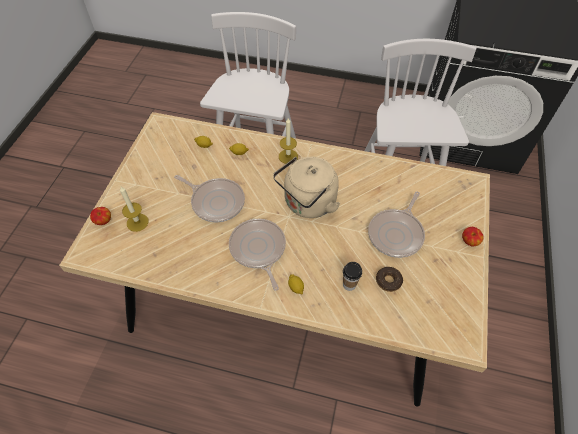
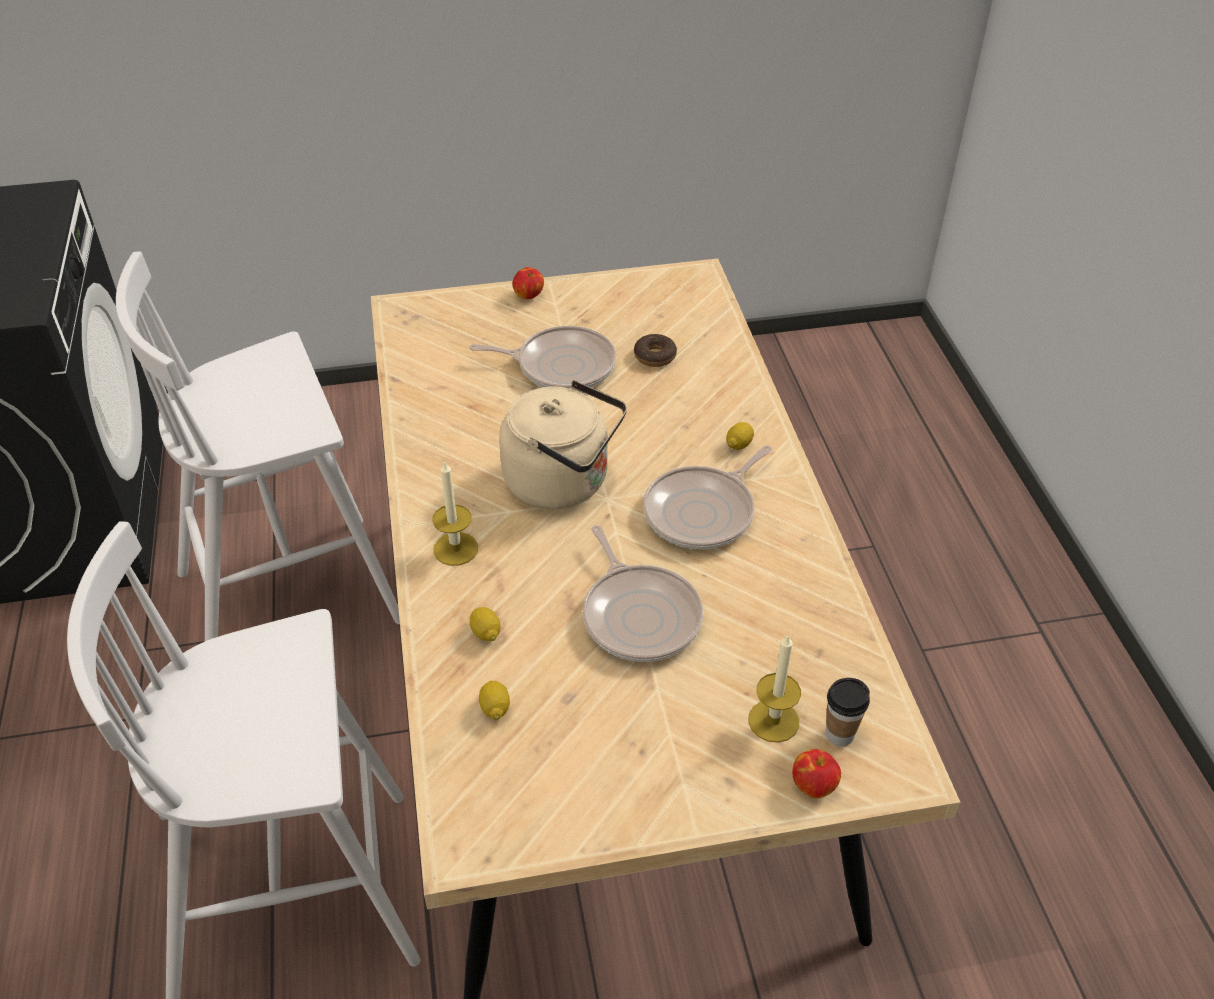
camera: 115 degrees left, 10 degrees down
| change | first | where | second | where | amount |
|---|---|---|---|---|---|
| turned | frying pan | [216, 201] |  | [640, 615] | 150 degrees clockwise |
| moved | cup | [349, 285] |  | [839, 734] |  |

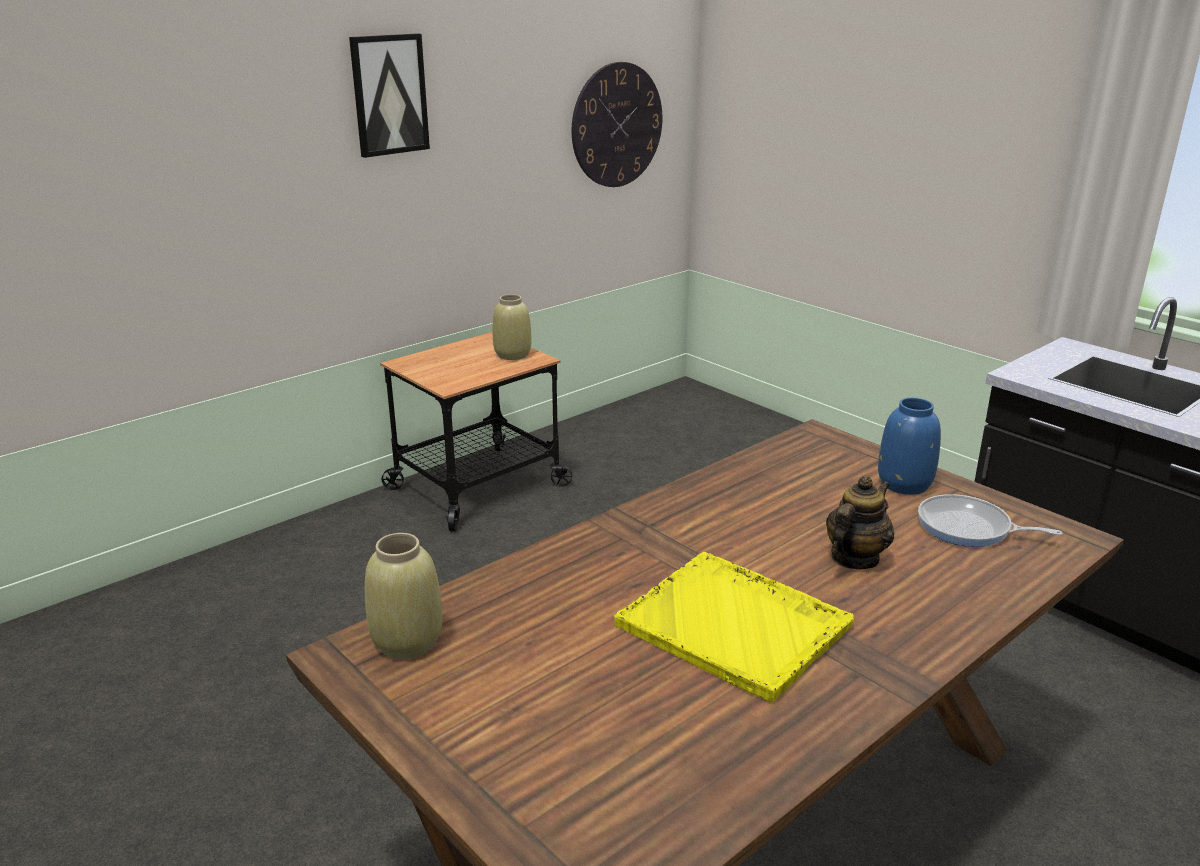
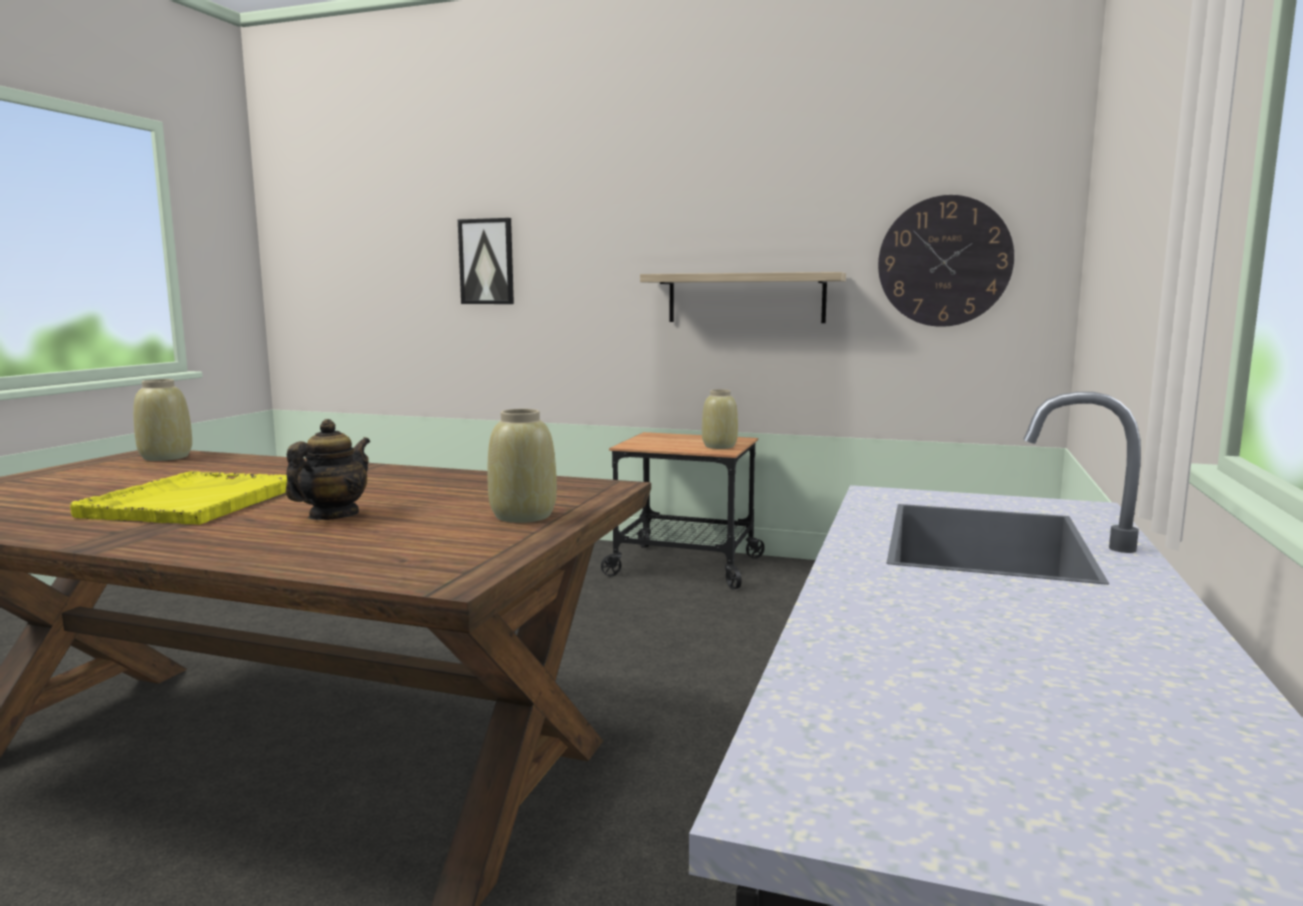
camera: 60 degrees right, 15 degrees down
| change | first | where | second | where | amount |
|---|---|---|---|---|---|
| moved | picture | [389, 95] |  | [487, 261] |  |
| recoloured | blue vase | [905, 484] | beige vase | [523, 516] |  |
| turned | teapot | [854, 558] |  | [333, 516] | 75 degrees counterclockwise |
| removed | frying pan | [969, 528] |  |  |  |
| added |  |  | shelf | [746, 298] |  |

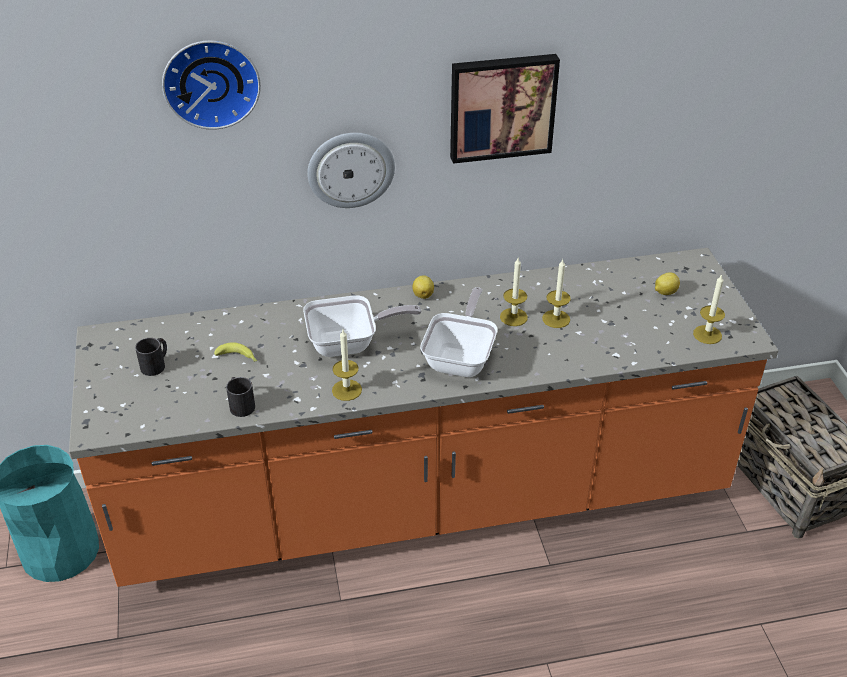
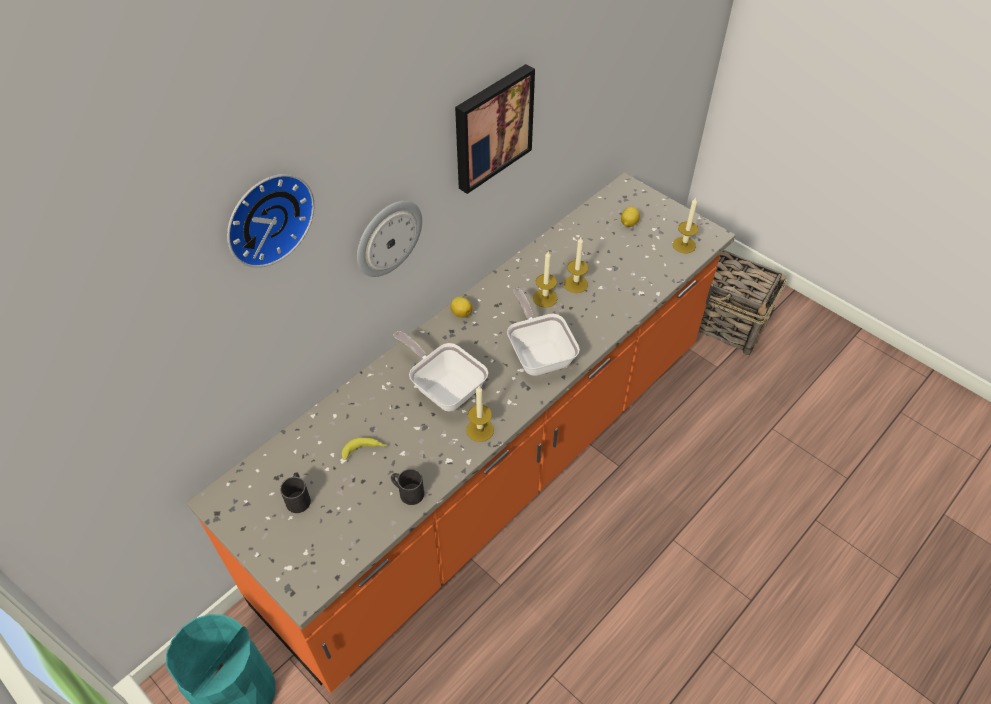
camera: 35 degrees left, 10 degrees up
| change | first | where | second | where | amount |
|---|---|---|---|---|---|
| turned | frying pan | [350, 344] |  | [444, 387] | 90 degrees counterclockwise |

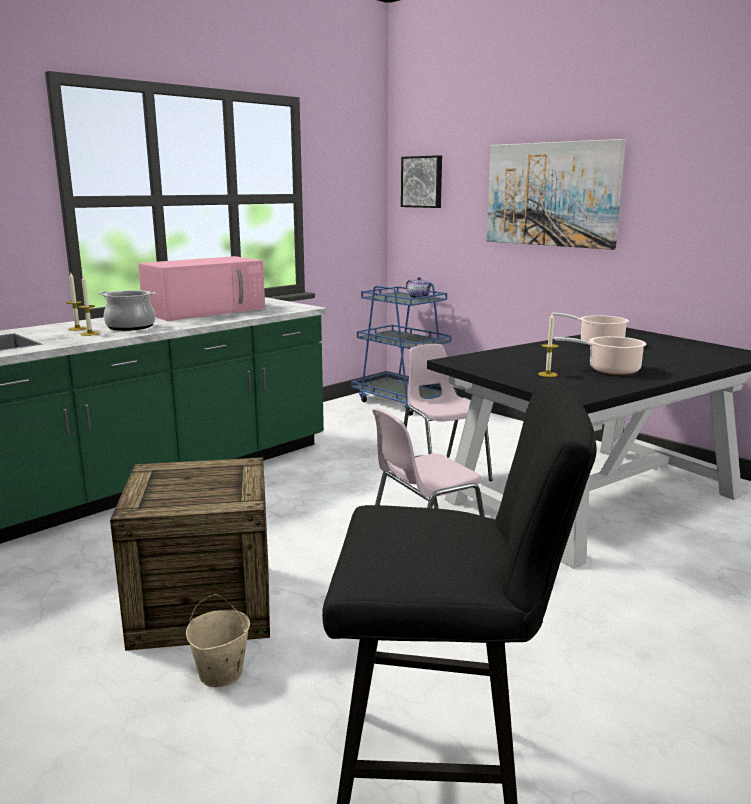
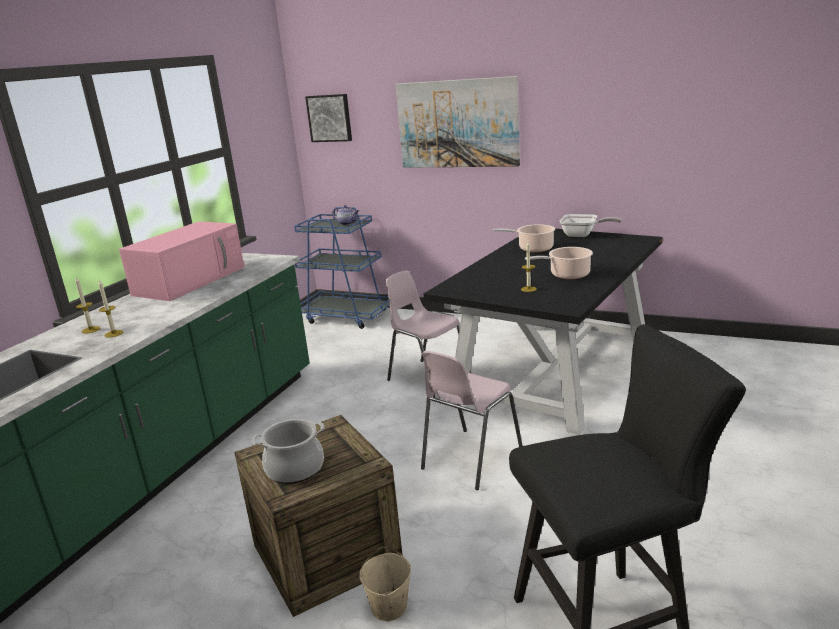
camera: 20 degrees left, 5 degrees up
| change | first | where | second | where | amount |
|---|---|---|---|---|---|
| moved | cooking pot | [131, 327] |  | [295, 468] |  |
| added |  |  | frying pan | [582, 235] |  |

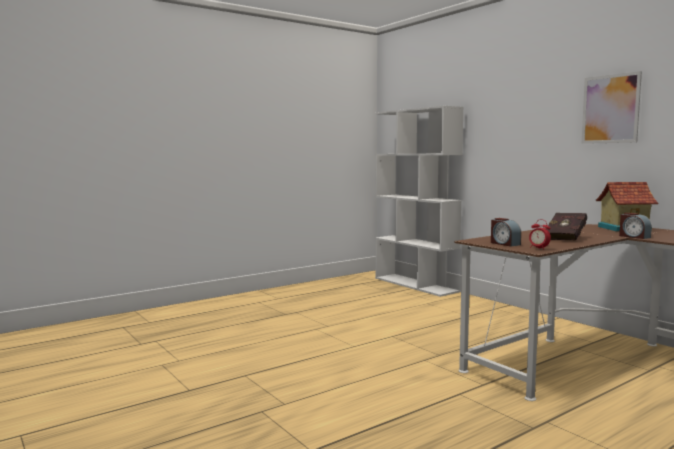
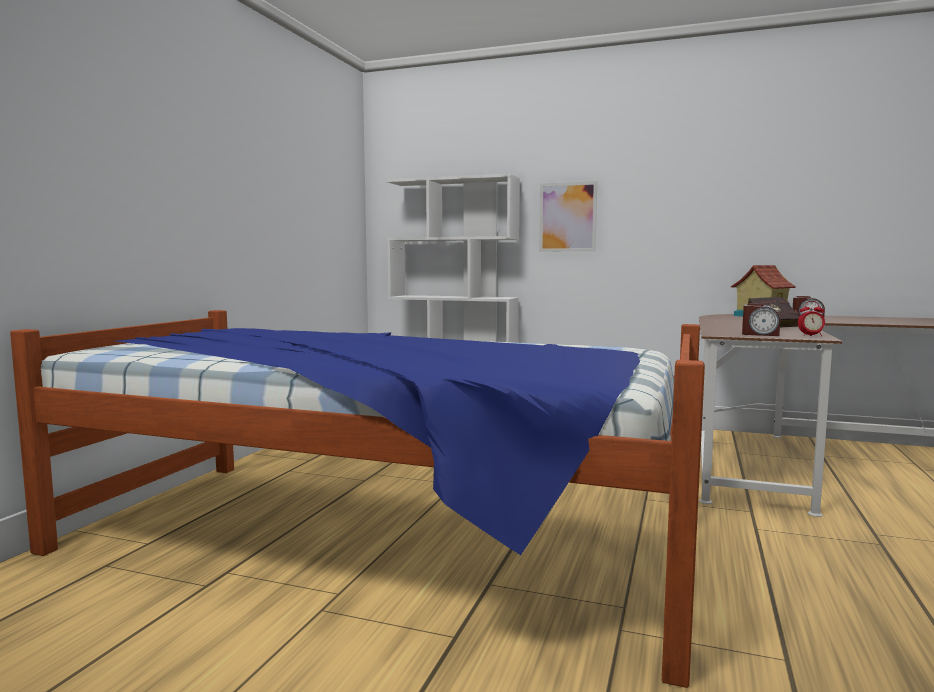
camera: 35 degrees left, 0 degrees up
| change | first | where | second | where | amount |
|---|---|---|---|---|---|
| moved | picture | [610, 109] |  | [567, 217] |  |
| added |  |  | bed | [374, 542] |  |

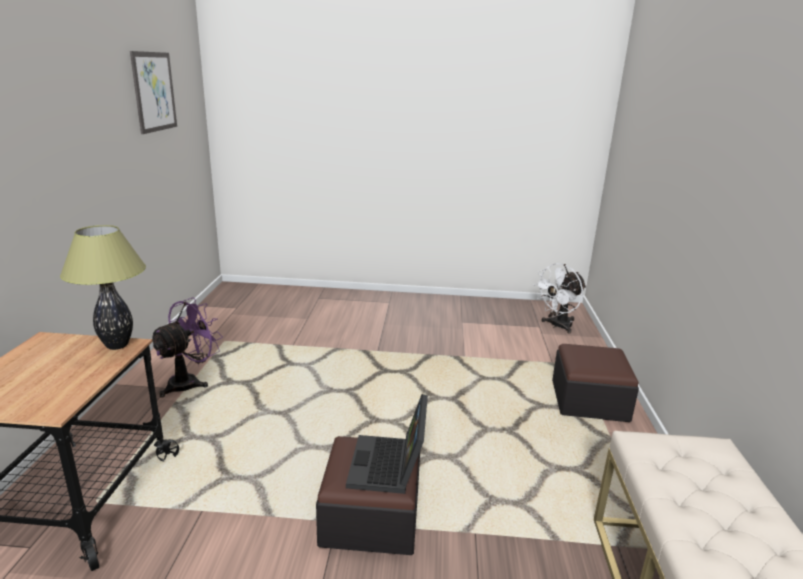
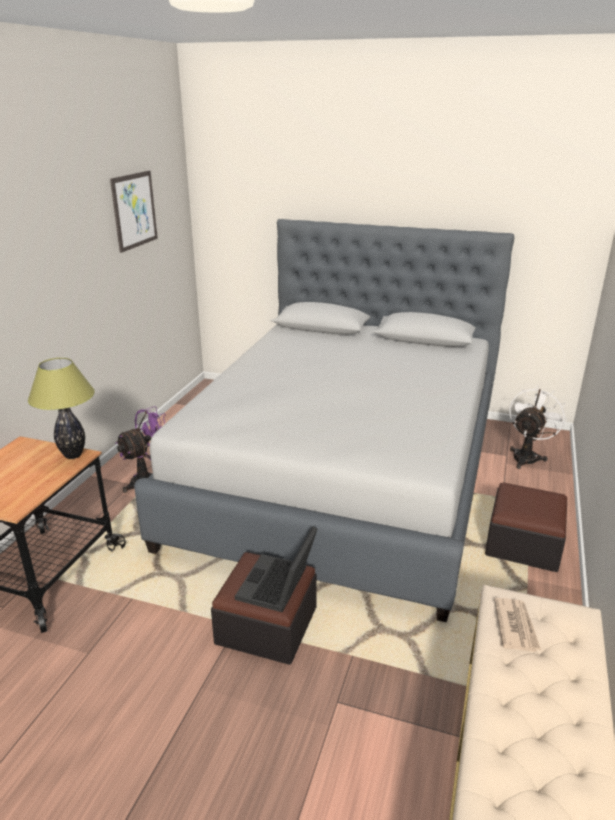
camera: 15 degrees right, 5 degrees up
| change | first | where | second | where | amount |
|---|---|---|---|---|---|
| turned | white fan | [557, 326] |  | [527, 456] | 150 degrees clockwise |
| added |  |  | grey bed | [344, 476] |  |
| added |  |  | newspaper | [516, 626] |  |

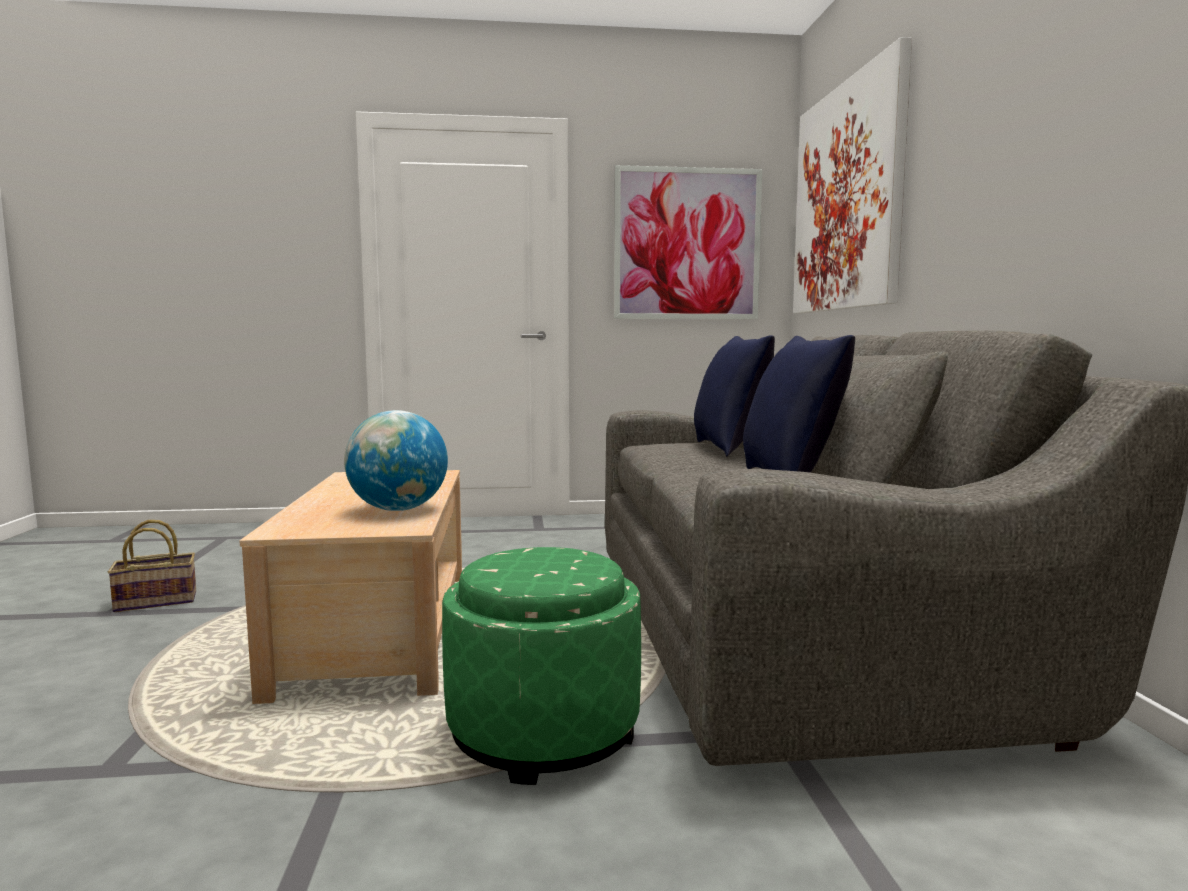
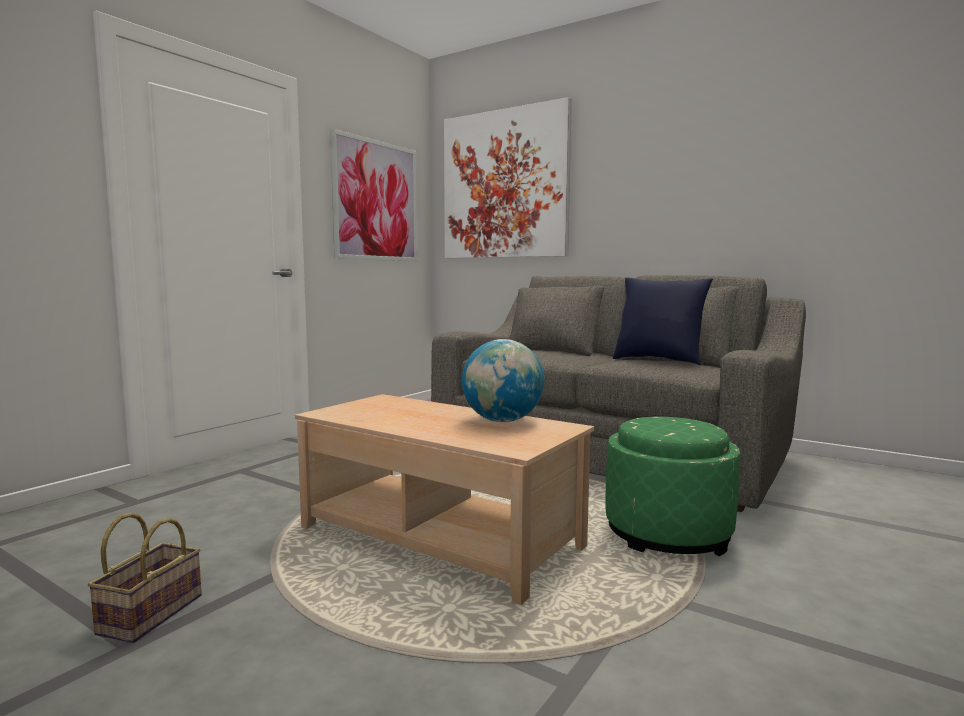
camera: 50 degrees left, 0 degrees up
| change | first | where | second | where | amount |
|---|---|---|---|---|---|
| removed | blue pillow | [730, 449] |  |  |  |

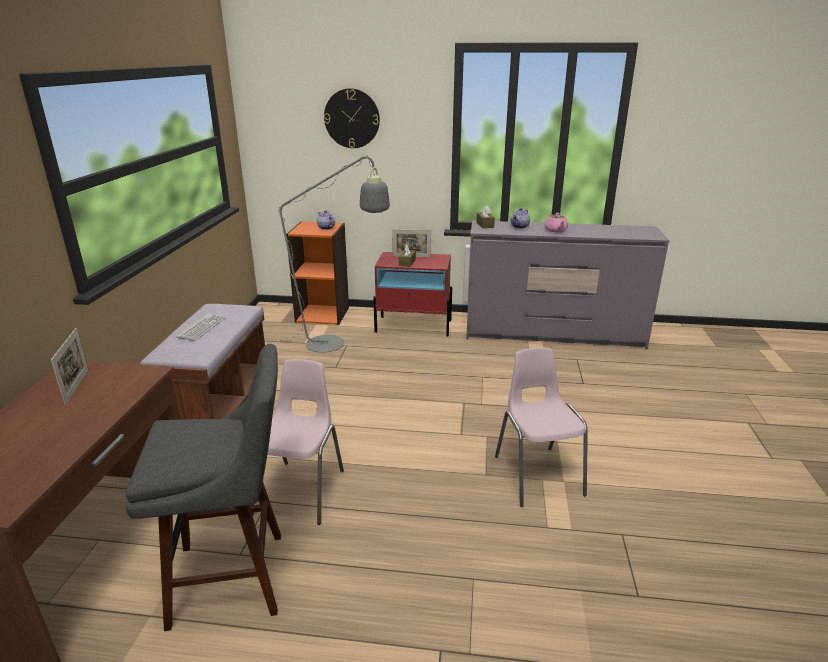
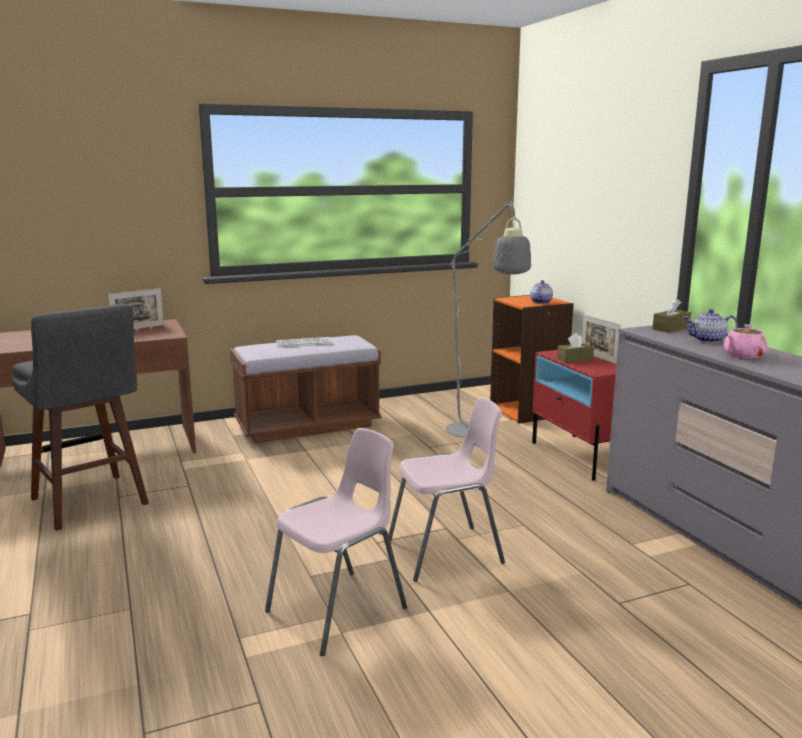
camera: 60 degrees right, 10 degrees down
| change | first | where | second | where | amount |
|---|---|---|---|---|---|
| removed | wall clock | [352, 118] |  |  |  |
| moved | pink chair | [301, 491] |  | [446, 552] |  |

